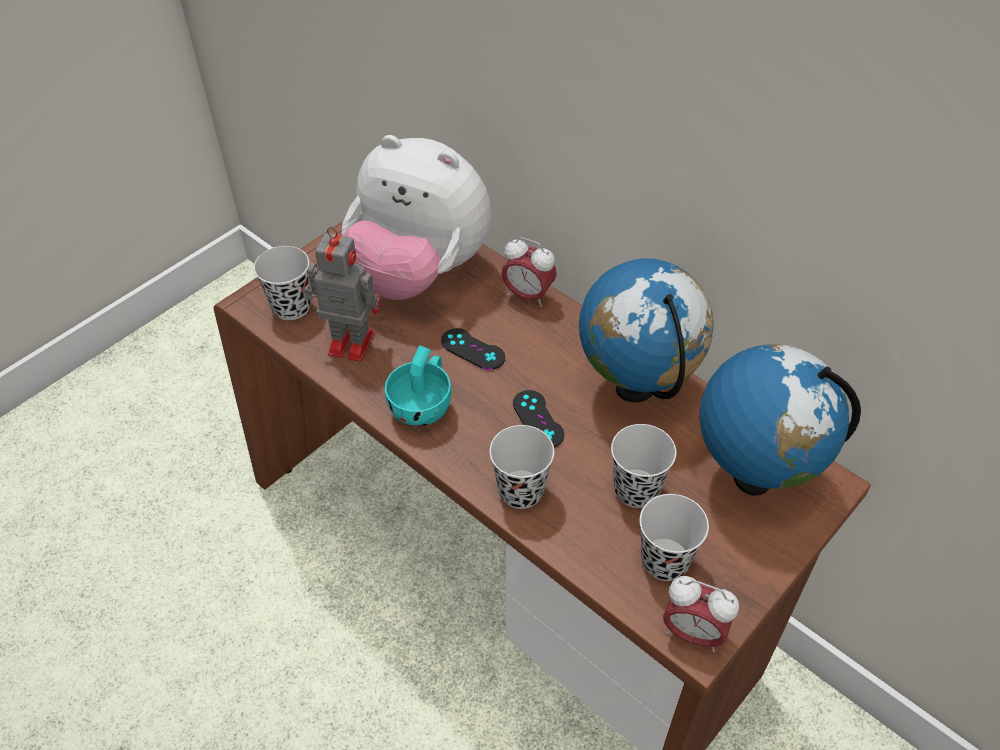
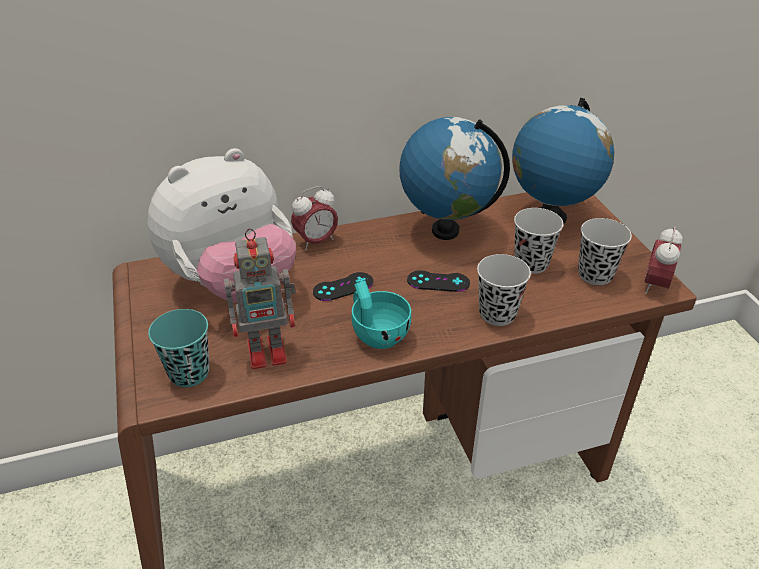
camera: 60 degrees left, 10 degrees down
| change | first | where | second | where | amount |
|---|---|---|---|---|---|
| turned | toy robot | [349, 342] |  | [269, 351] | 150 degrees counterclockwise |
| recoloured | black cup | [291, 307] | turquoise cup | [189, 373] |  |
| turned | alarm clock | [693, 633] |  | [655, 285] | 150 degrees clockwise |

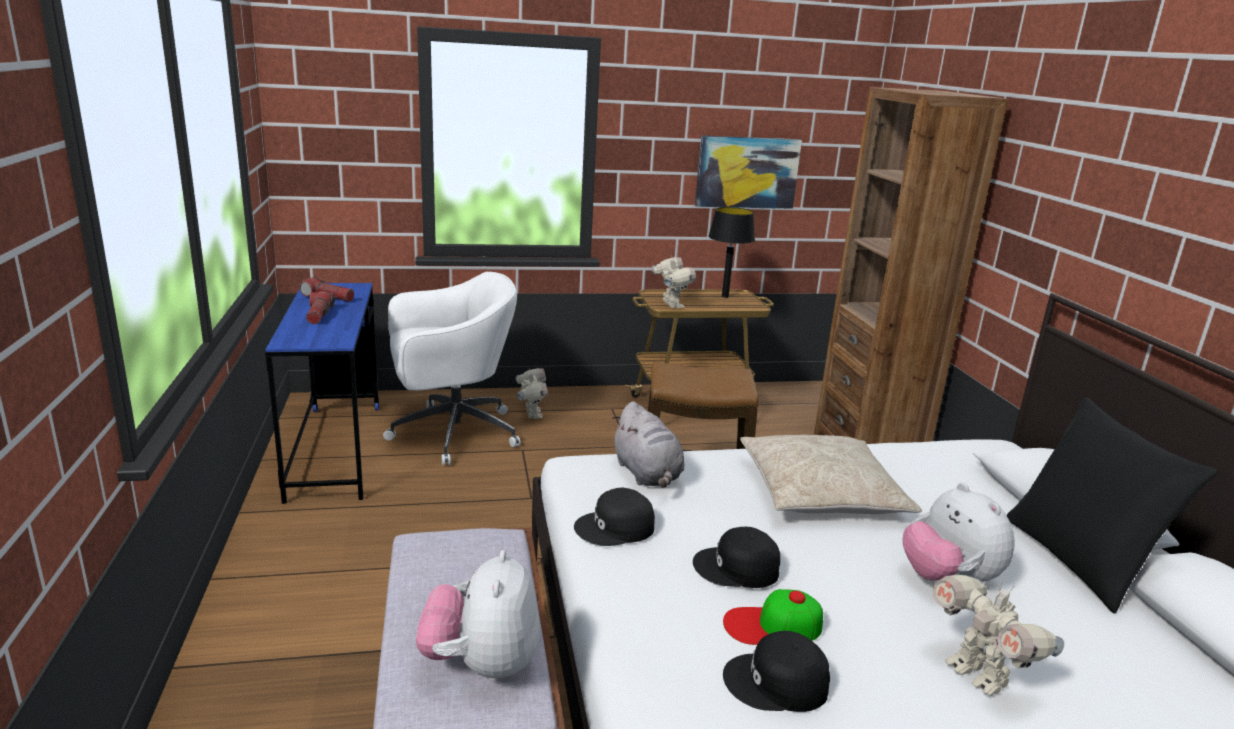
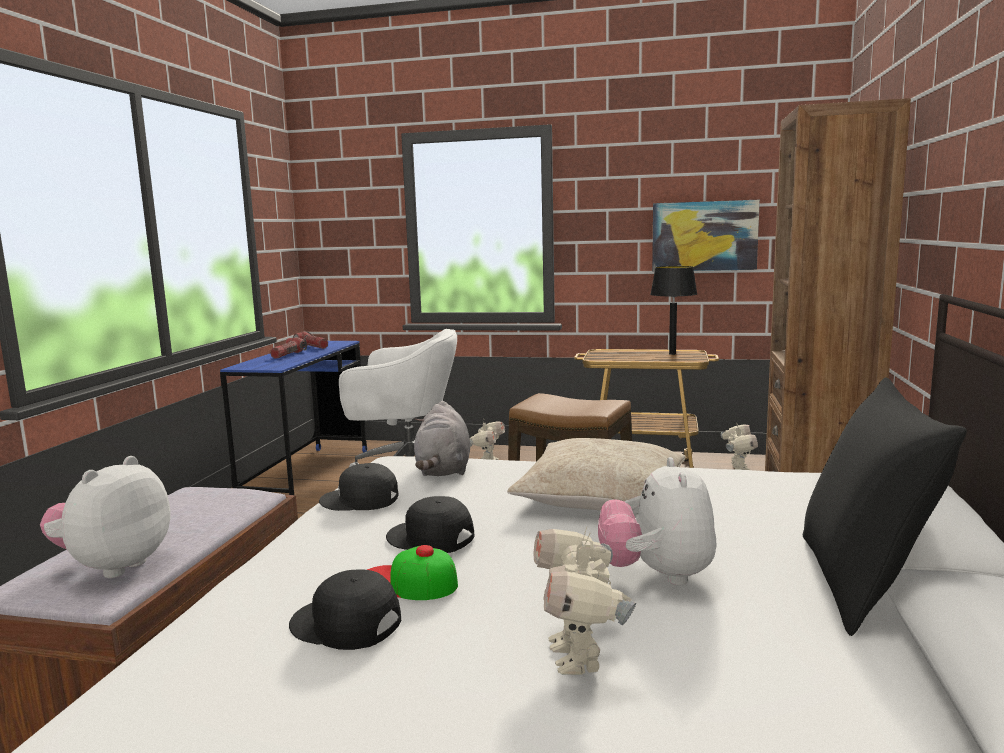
camera: 25 degrees right, 10 degrees down
| change | first | where | second | where | amount |
|---|---|---|---|---|---|
| moved | toy robot | [671, 305] |  | [738, 469] |  |

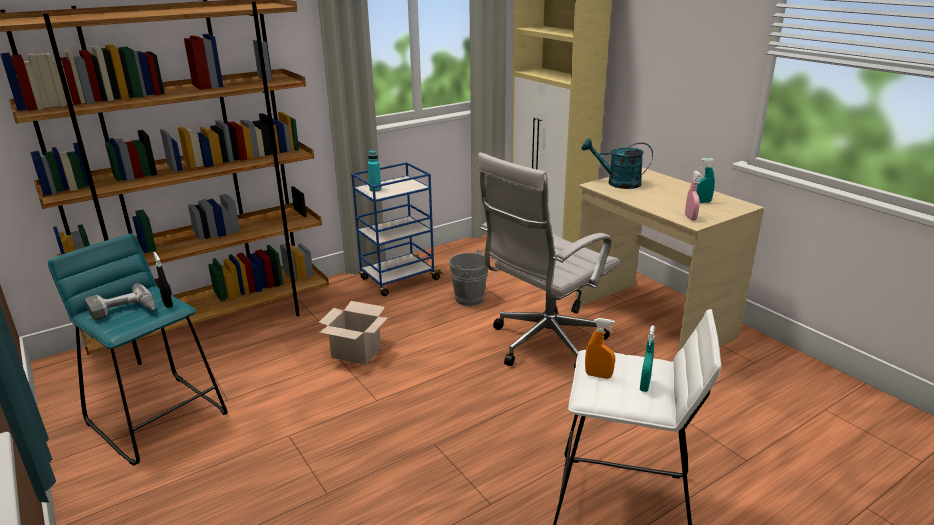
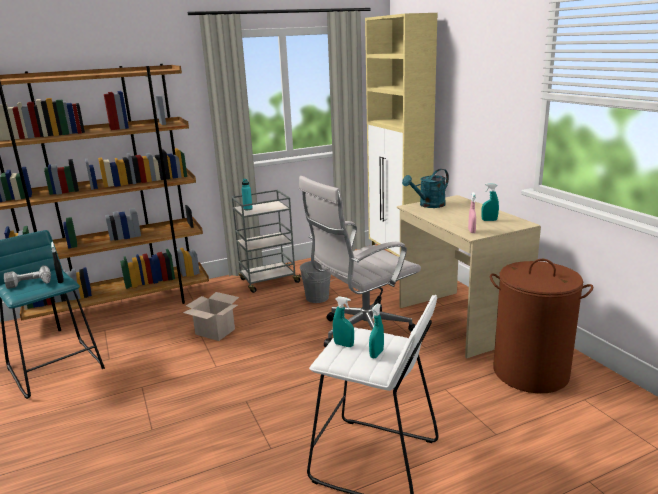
camera: 10 degrees right, 5 degrees down
| change | first | where | second | where | amount |
|---|---|---|---|---|---|
| turned | turquoise watering can | [617, 183] |  | [428, 205] | 60 degrees counterclockwise |
| recoloured | blue cart | [398, 280] | grey cart | [268, 281] |  |
| recoloured | orange spray bottle | [598, 375] | turquoise spray bottle | [343, 345] |  |
| added |  |  | brown laundry basket | [530, 372] |  |

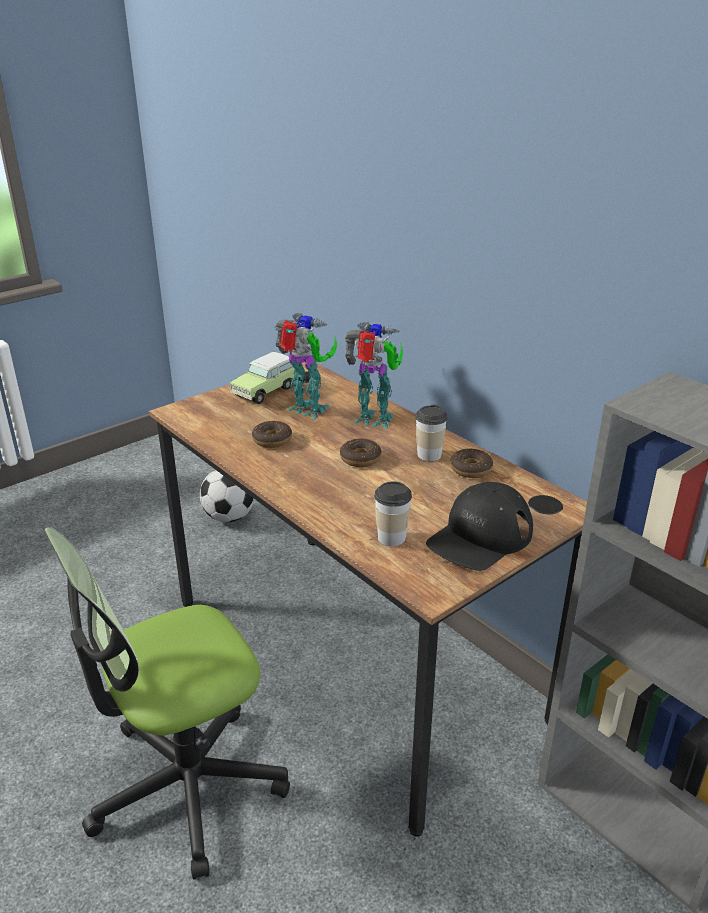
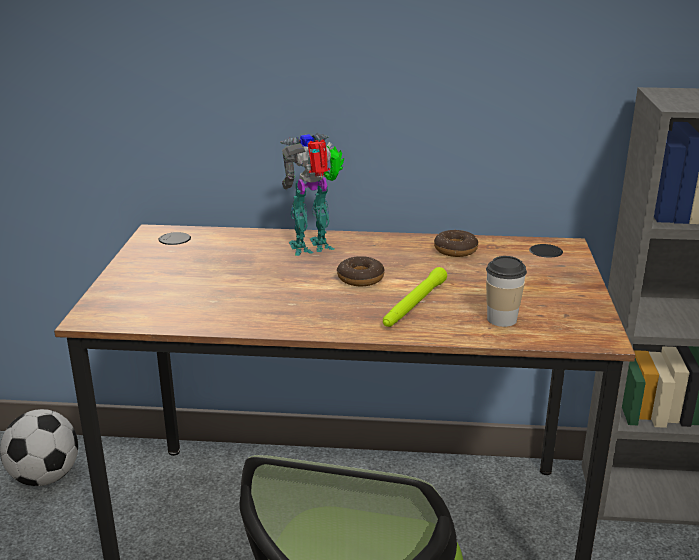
camera: 45 degrees left, 5 degrees down
| change | first | where | second | where | amount |
|---|---|---|---|---|---|
| removed | toy robot | [308, 411] |  |  |  |
| removed | toy car | [266, 391] |  |  |  |
| removed | cup | [429, 455] |  |  |  |
| removed | donut | [272, 440] |  |  |  |
| removed | black cap | [480, 537] |  |  |  |
| added |  |  | green flashlight | [414, 304] |  |

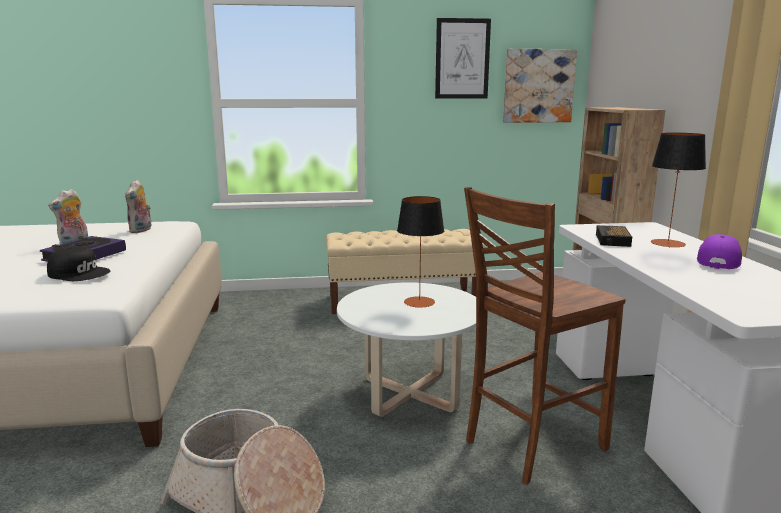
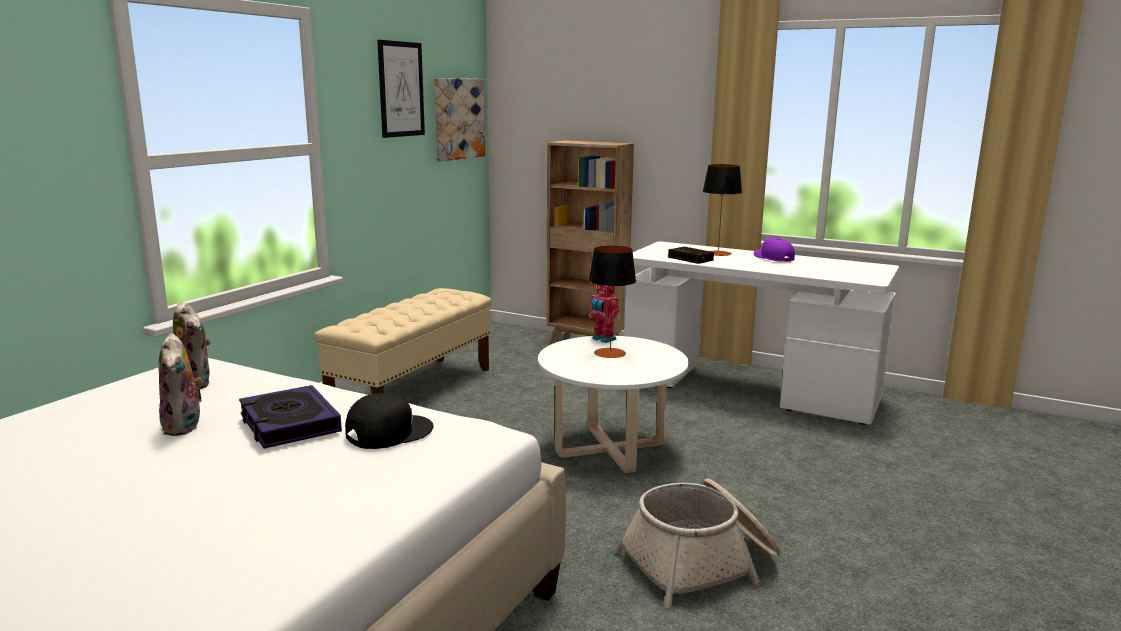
camera: 55 degrees left, 0 degrees up
| change | first | where | second | where | amount |
|---|---|---|---|---|---|
| removed | brown chair | [530, 444] |  |  |  |
| added |  |  | toy robot | [603, 339] |  |

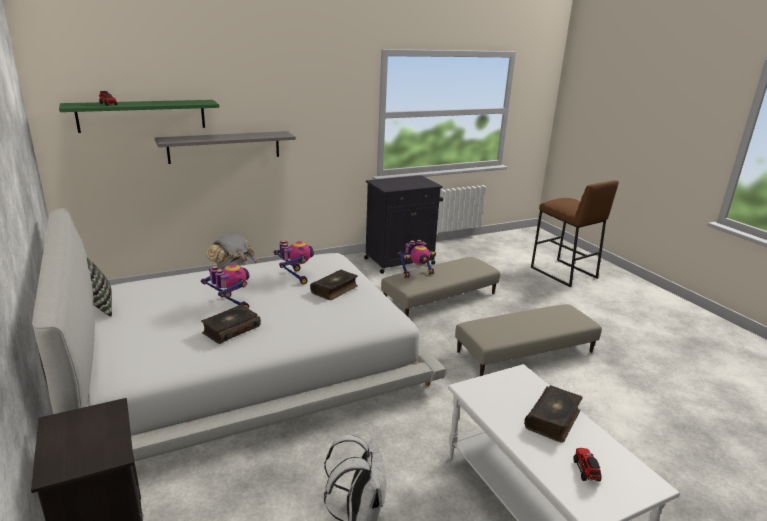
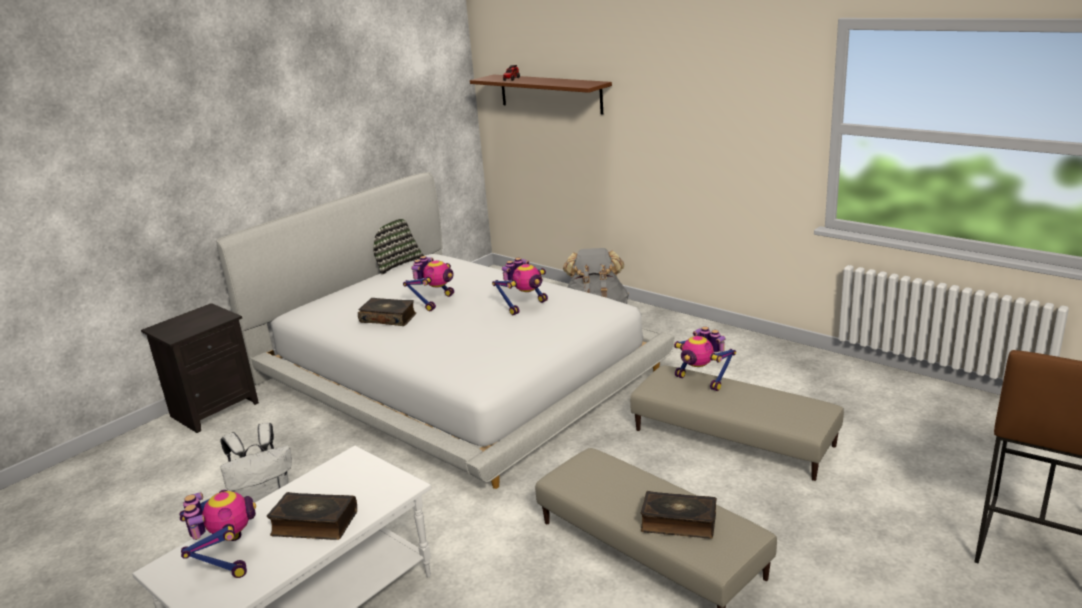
camera: 70 degrees right, 0 degrees up
| change | first | where | second | where | amount |
|---|---|---|---|---|---|
| recoloured | green shelf | [142, 115] | brown shelf | [550, 93] |  |
| removed | grey shelf | [224, 147] |  |  |  |
| removed | black cabinet | [400, 261] |  |  |  |
| moved | book | [335, 290] |  | [678, 522] |  |
| replaced | toy truck | [585, 470] | toy robot | [227, 558] |  |

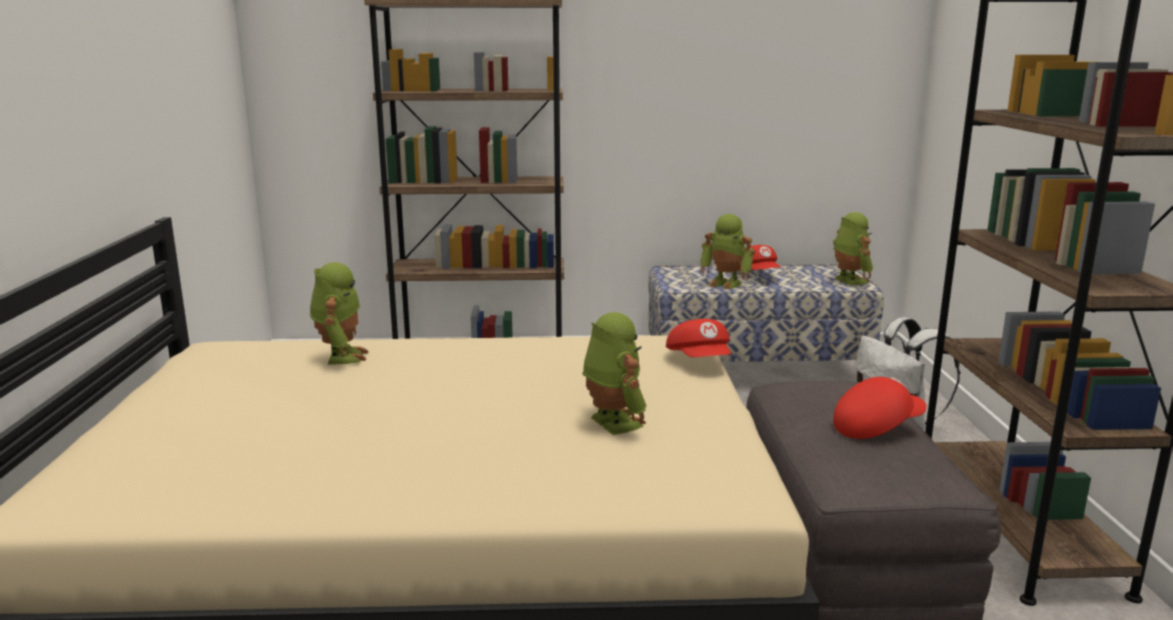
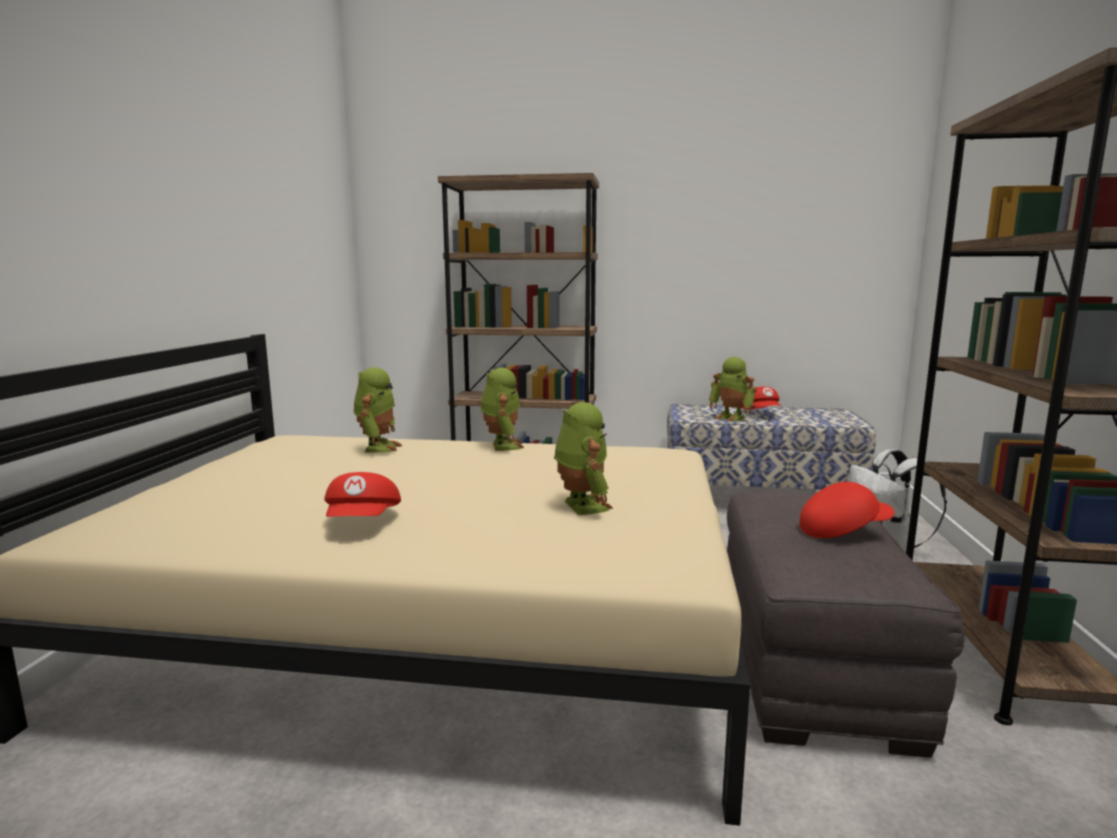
camera: 10 degrees right, 5 degrees down
| change | first | where | second | where | amount |
|---|---|---|---|---|---|
| moved | toy robot | [848, 281] |  | [502, 446] |  |
| moved | red cap | [700, 361] |  | [364, 521] |  |

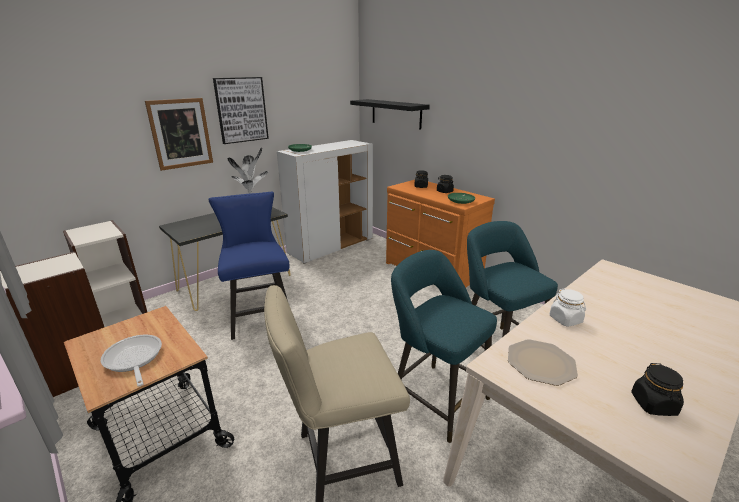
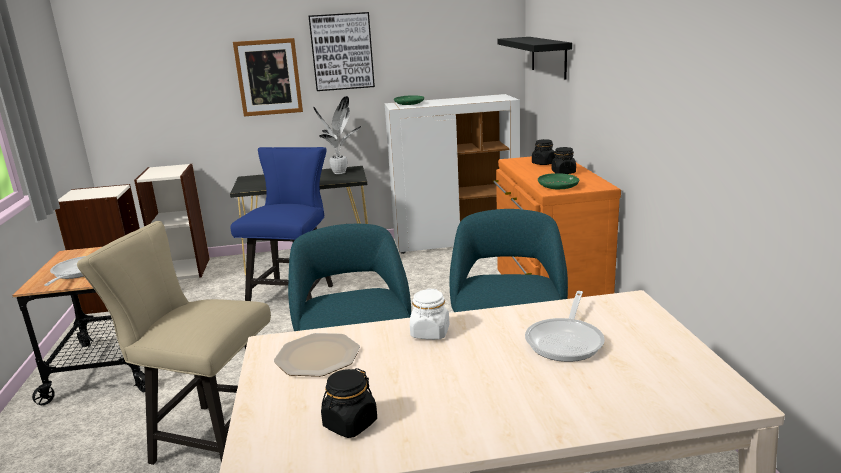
camera: 35 degrees right, 5 degrees down
| change | first | where | second | where | amount |
|---|---|---|---|---|---|
| added |  |  | frying pan | [566, 341] |  |

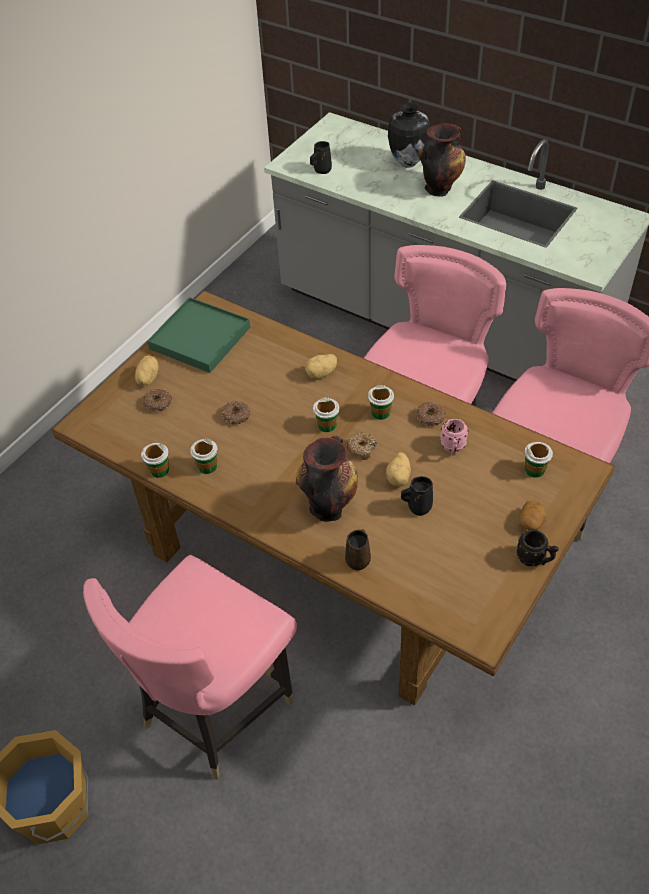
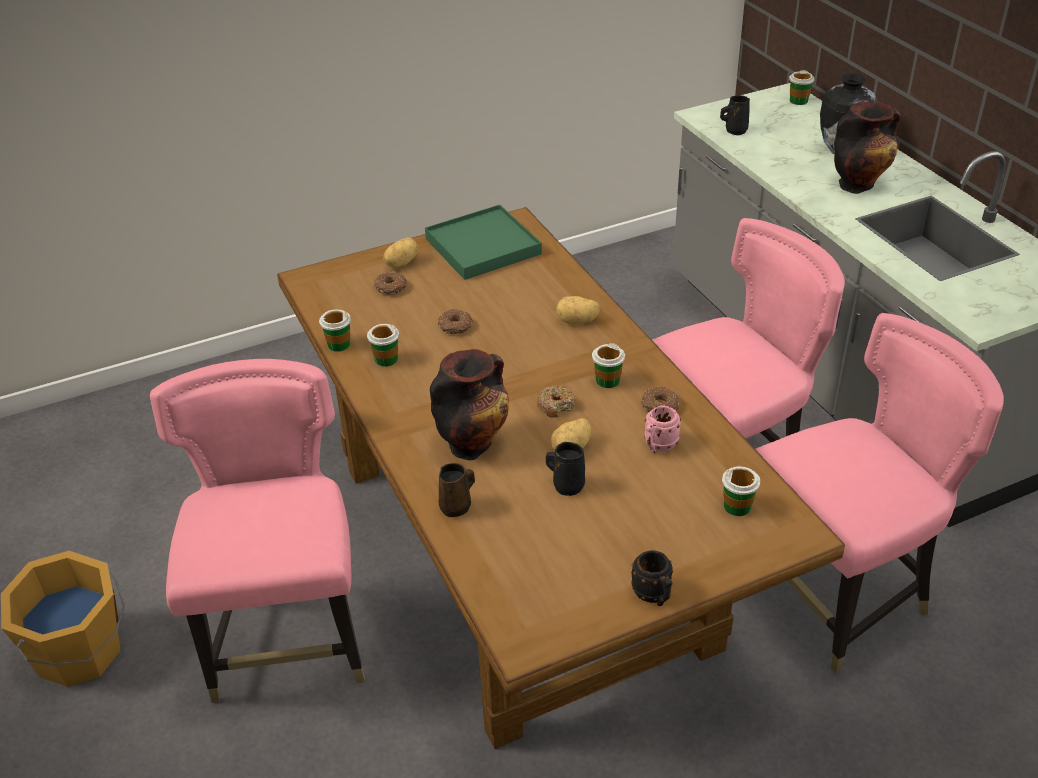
camera: 30 degrees right, 10 degrees down
| change | first | where | second | where | amount |
|---|---|---|---|---|---|
| moved | cup | [327, 425] |  | [798, 101] |  |
| removed | potato | [531, 522] |  |  |  |
| turned | pink chair | [214, 709] |  | [290, 642] | 105 degrees clockwise |

